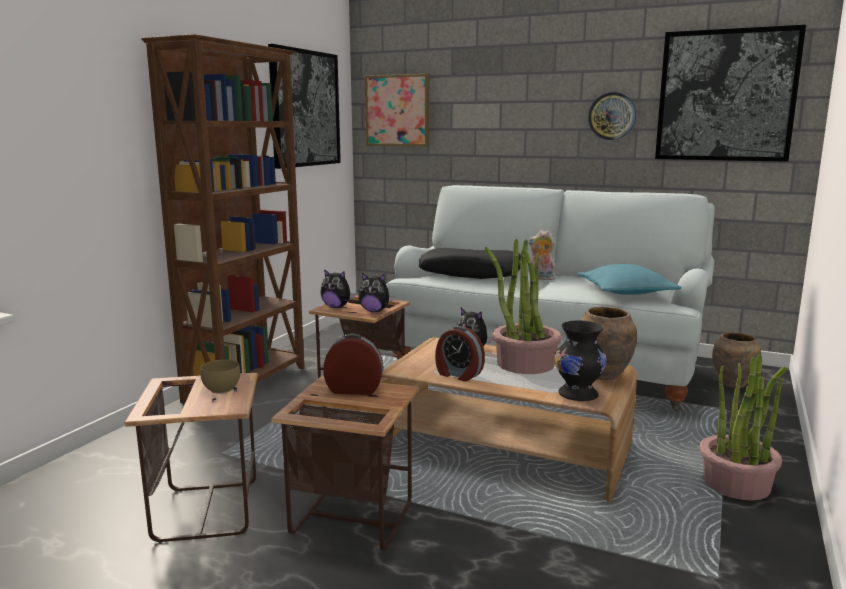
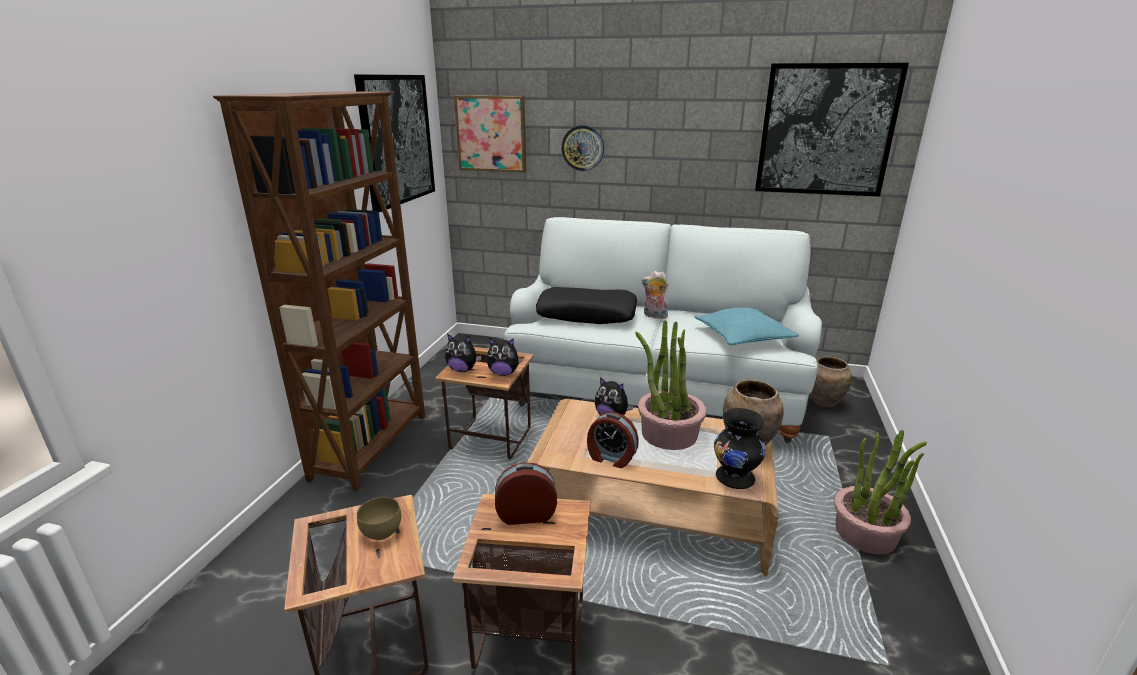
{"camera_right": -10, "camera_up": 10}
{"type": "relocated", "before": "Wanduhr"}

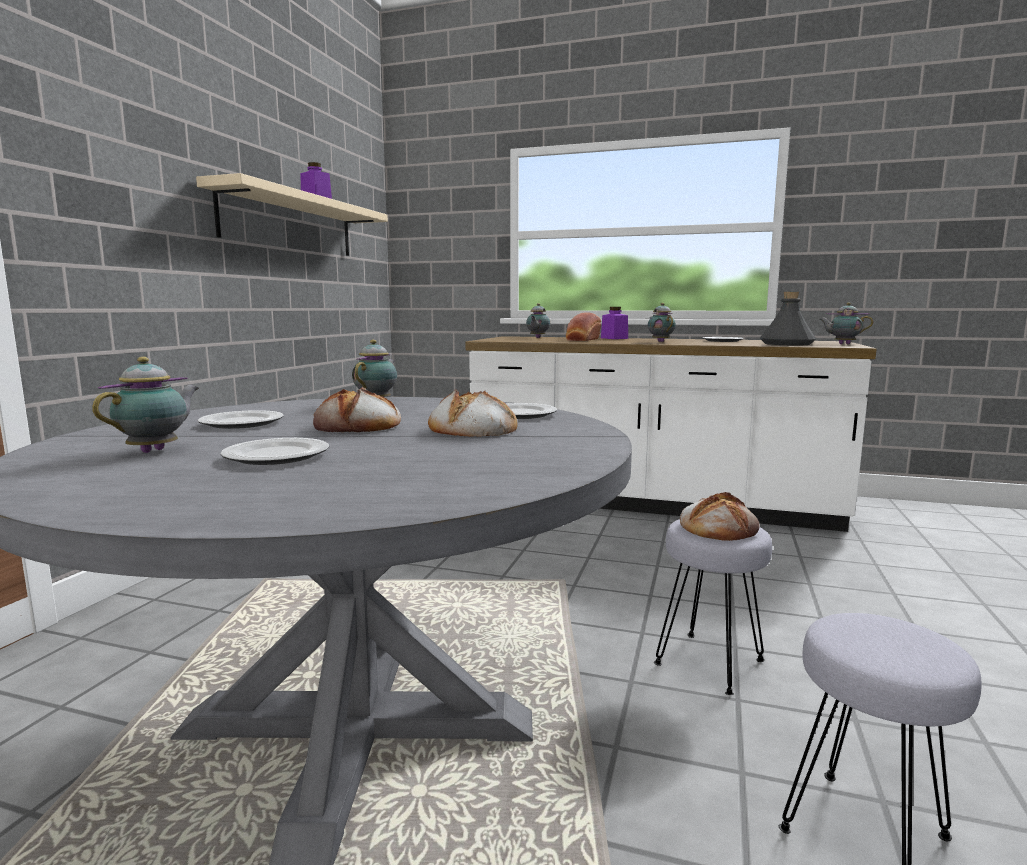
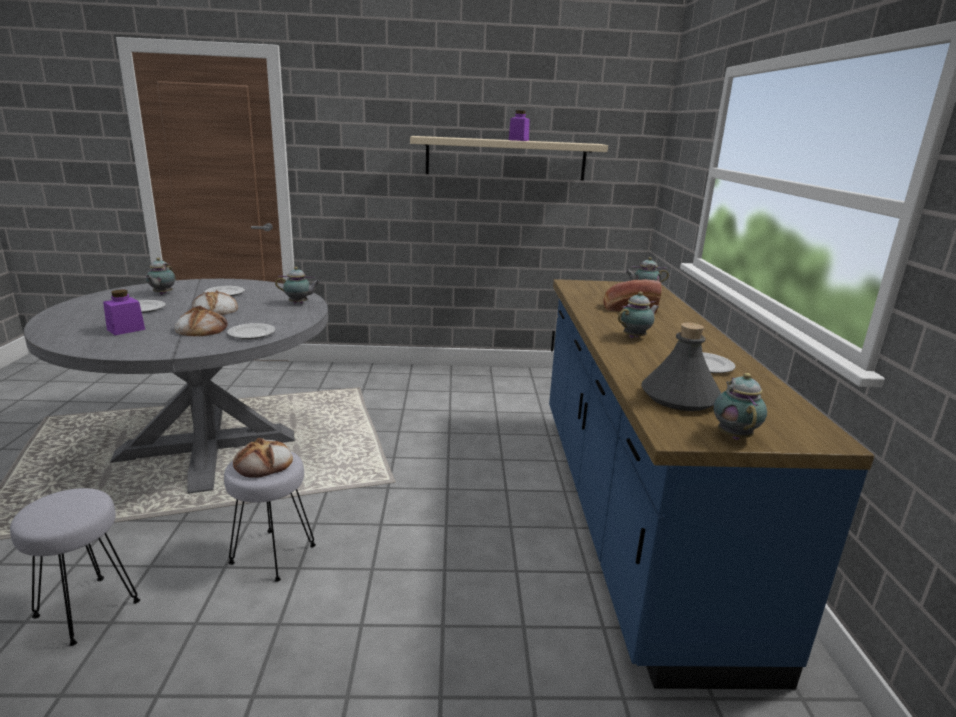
{"camera_right": 70, "camera_up": 10}
{"type": "relocated", "before": "Vorratsglas (lila) (no. 2 from left in the first image)", "after": "Vorratsglas (lila) (no. 1 from left)"}
{"type": "colour", "before": "Küchenzeile (weiß)", "after": "Küchenzeile (blau)"}
{"type": "spun", "before": "Teekanne (no. 1 from left)", "turn": 90}

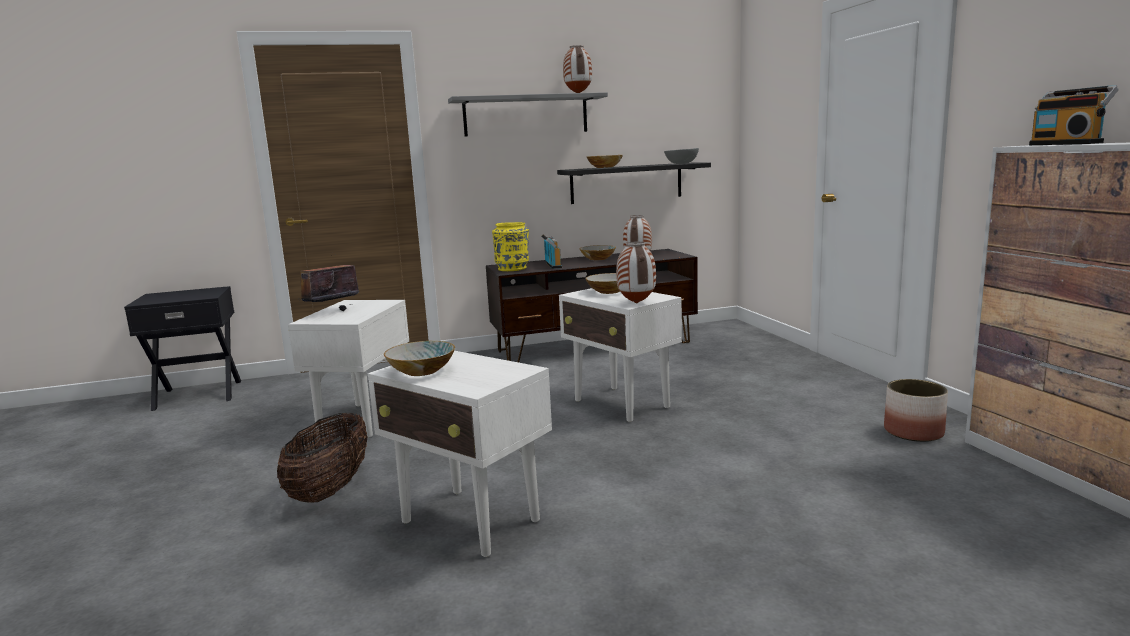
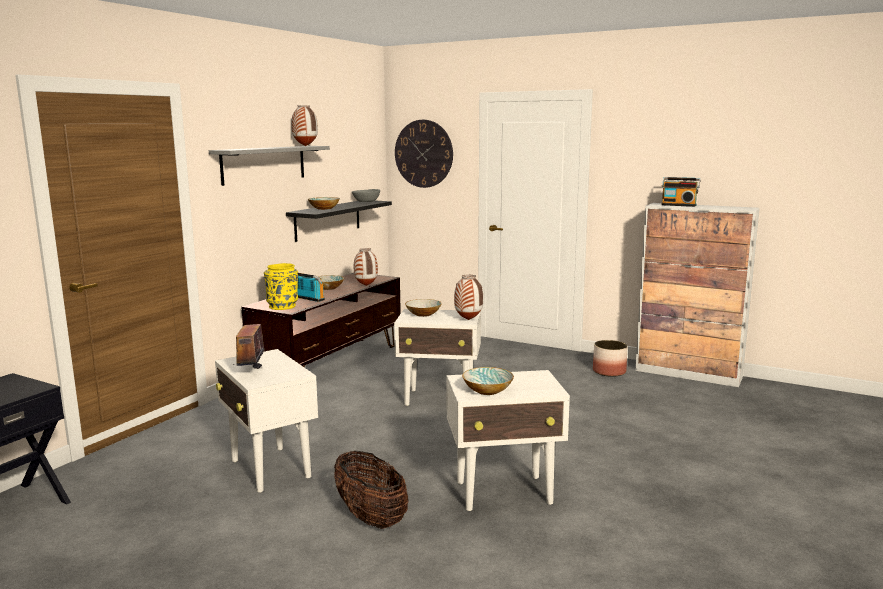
{"camera_right": -45, "camera_up": 0}
{"type": "appeared", "after": "Wanduhr"}

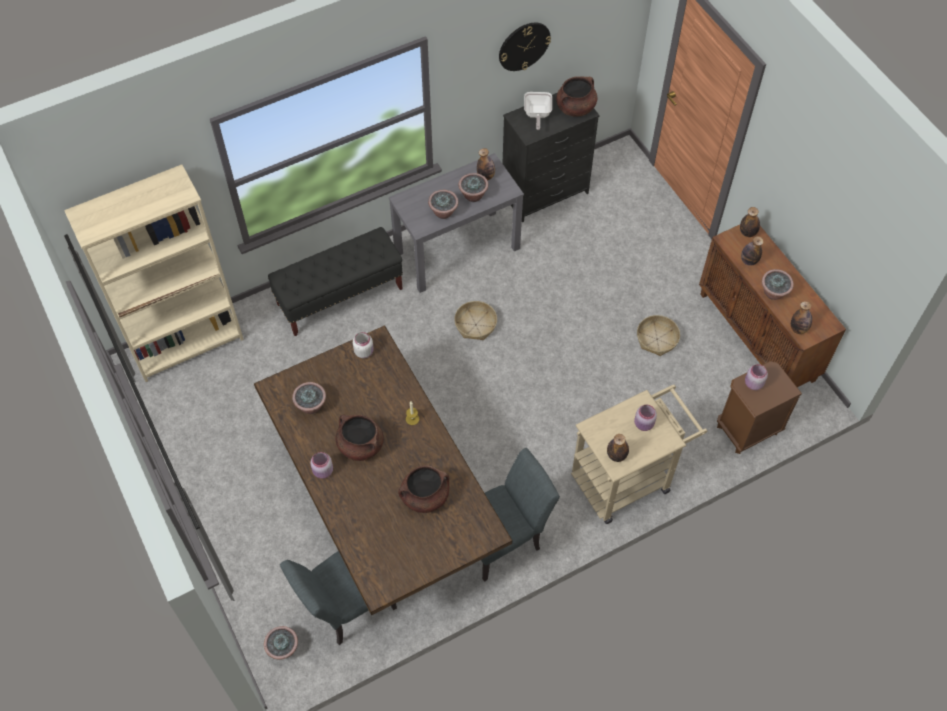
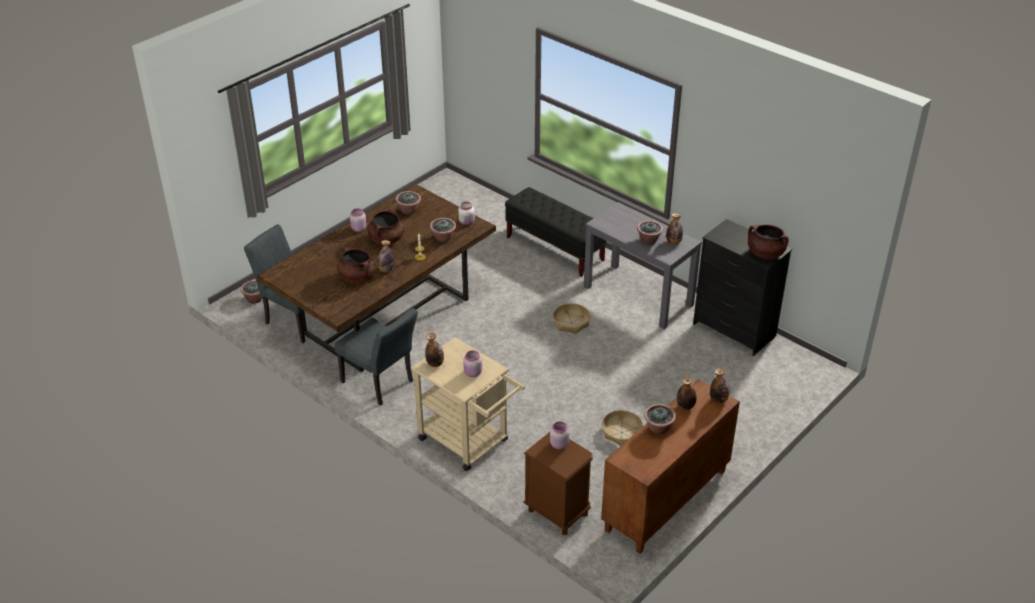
{"camera_right": 70, "camera_up": -20}
{"type": "missing", "before": "Bücherregal (beige)"}
{"type": "missing", "before": "Wanduhr"}
{"type": "missing", "before": "Pfanne"}
{"type": "relocated", "before": "Topfpflanze (no. 3 from left)"}
{"type": "relocated", "before": "Flasche (no. 5 from left in the first image)", "after": "Flasche (no. 1 from left)"}

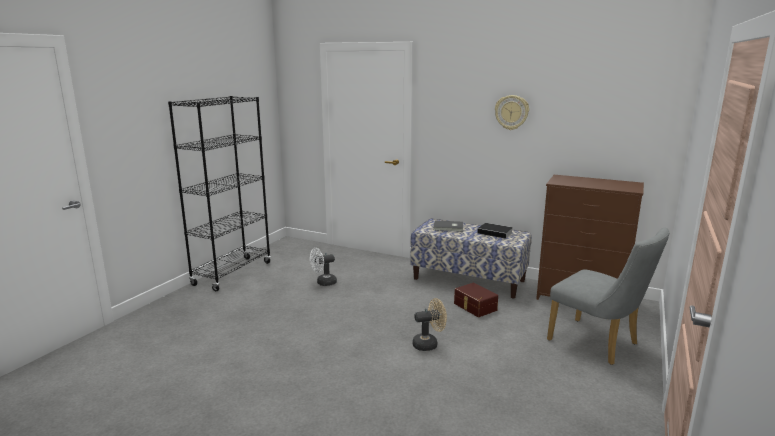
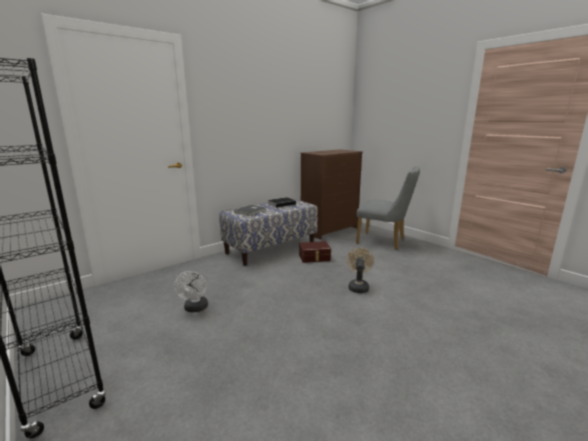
{"camera_right": -65, "camera_up": 0}
{"type": "missing", "before": "Wanduhr"}
{"type": "spun", "before": "Stuhl (grau)", "turn": 45}

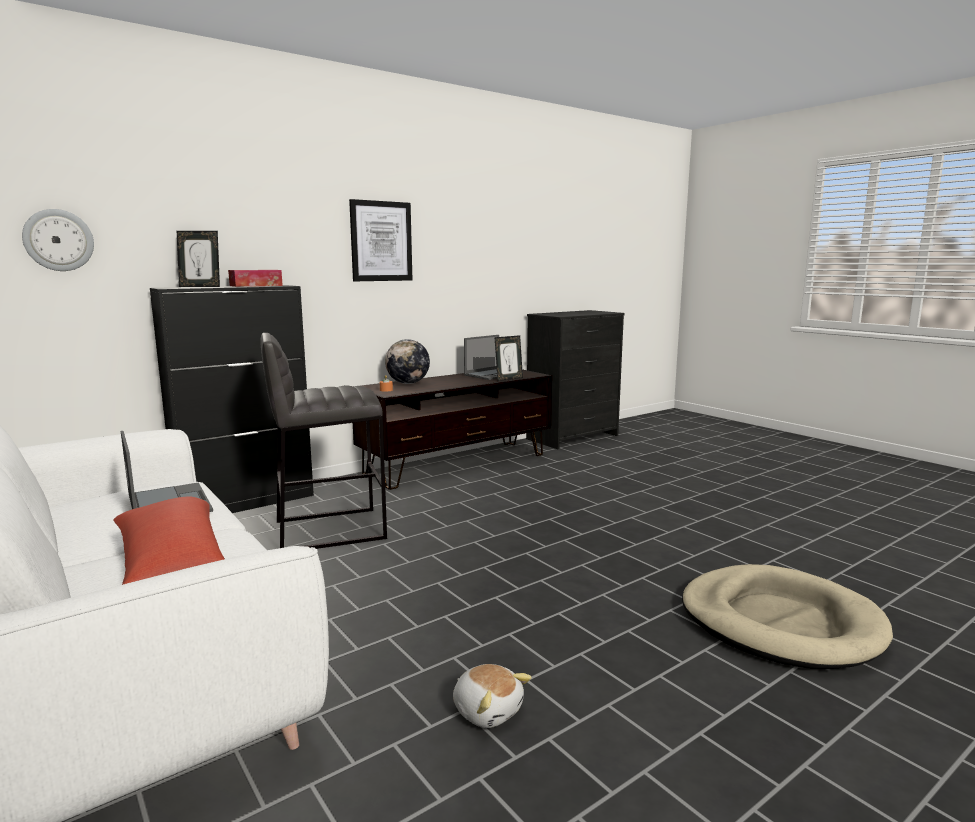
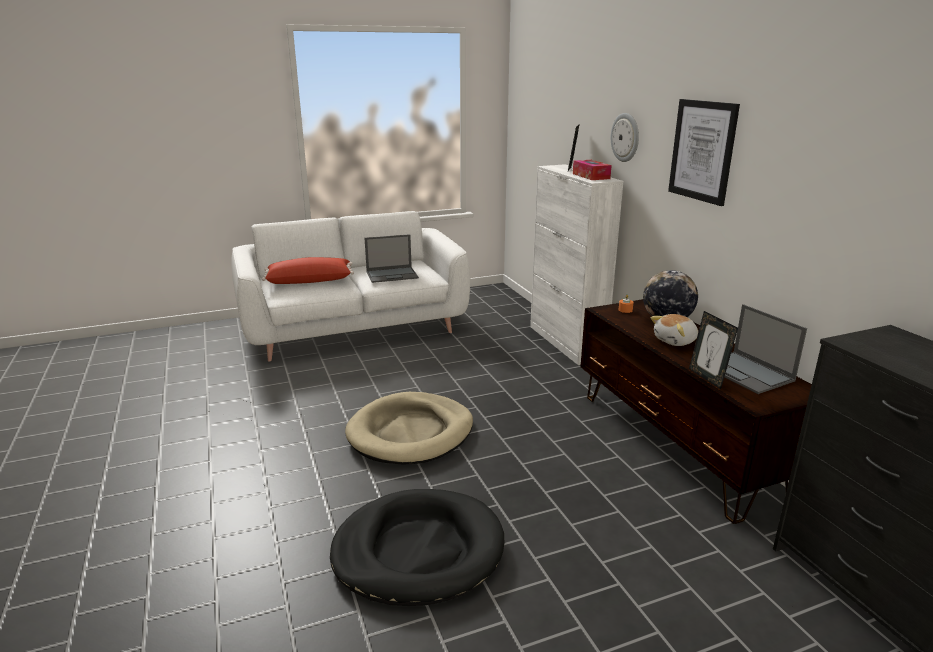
{"camera_right": 105, "camera_up": 10}
{"type": "missing", "before": "Hocker (grau)"}
{"type": "appeared", "after": "Hundebett (schwarz)"}
{"type": "relocated", "before": "Wanduhr"}
{"type": "relocated", "before": "Plüschtier"}
{"type": "relocated", "before": "Hundebett (beige)"}
{"type": "colour", "before": "Schrank (schwarz)", "after": "Schrank (weiß)"}

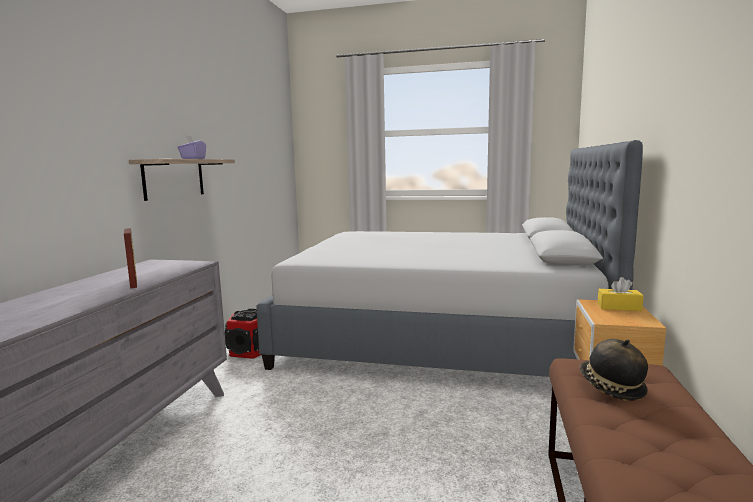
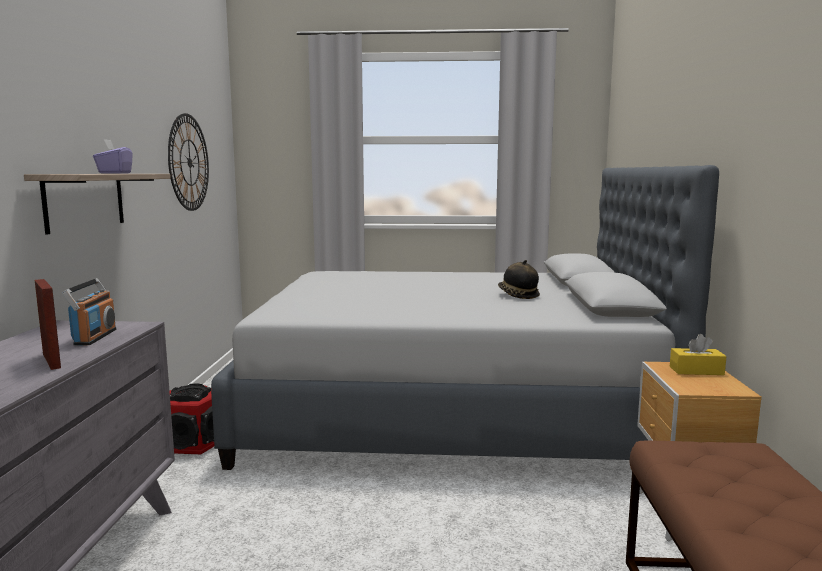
{"camera_right": -10, "camera_up": 0}
{"type": "appeared", "after": "Radio"}
{"type": "appeared", "after": "Wanduhr"}
{"type": "relocated", "before": "Hut"}

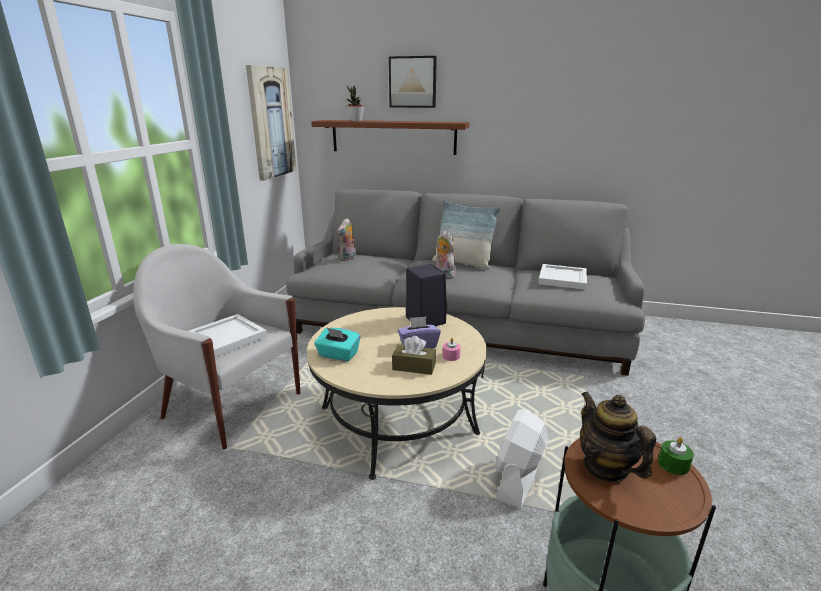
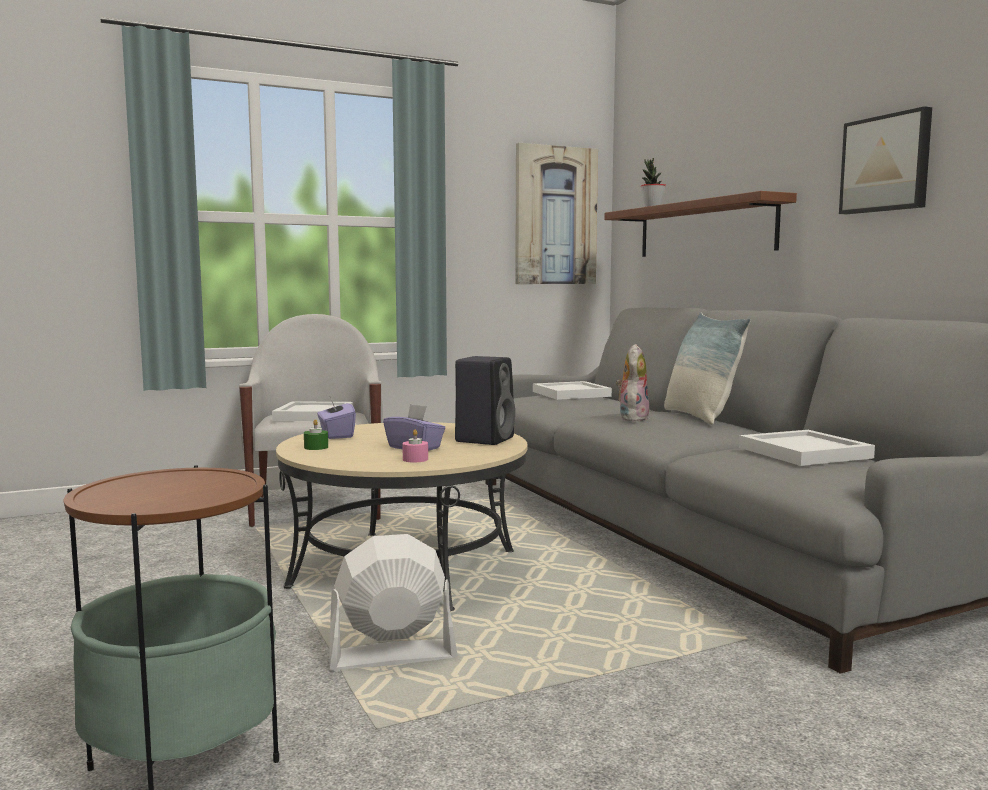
{"camera_right": 50, "camera_up": -15}
{"type": "missing", "before": "Taschentuchbox (braun)"}
{"type": "missing", "before": "Teekanne"}
{"type": "relocated", "before": "Bild (no. 2 from left)"}
{"type": "relocated", "before": "Kerze (grün)"}
{"type": "exchanged", "before": "Plüschtier (no. 1 from left)", "after": "Tablett (weiß) (no. 2 from left)"}
{"type": "colour", "before": "Taschentuchbox (türkis)", "after": "Taschentuchbox (lila) (no. 1 from left)"}

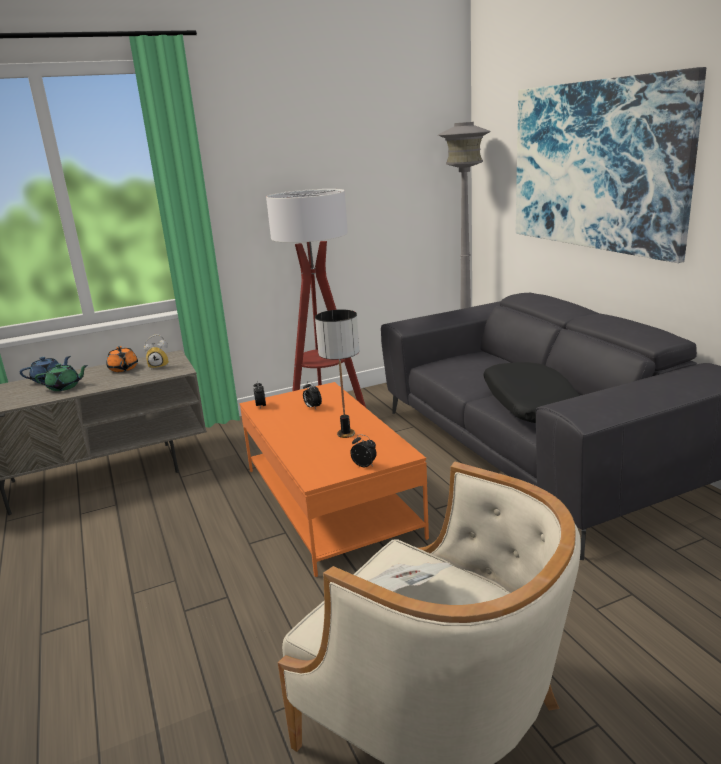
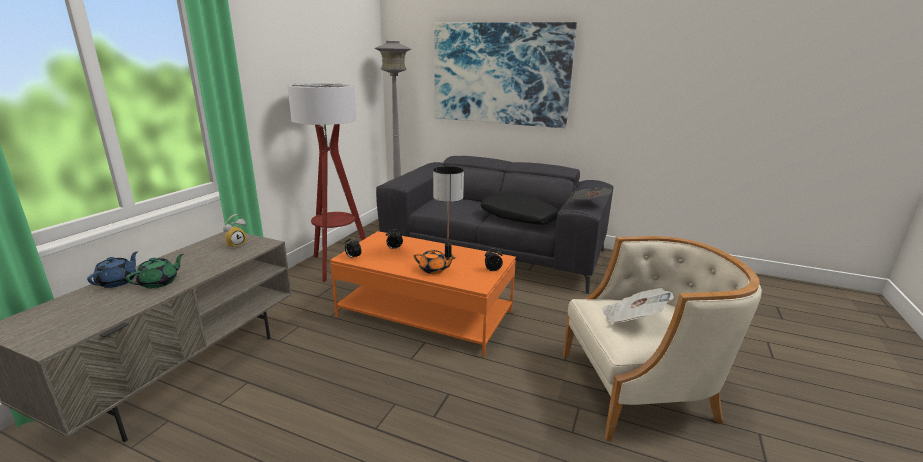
{"camera_right": -45, "camera_up": 0}
{"type": "appeared", "after": "Zeitung (no. 1 from left)"}
{"type": "relocated", "before": "Teekanne (orange)"}

